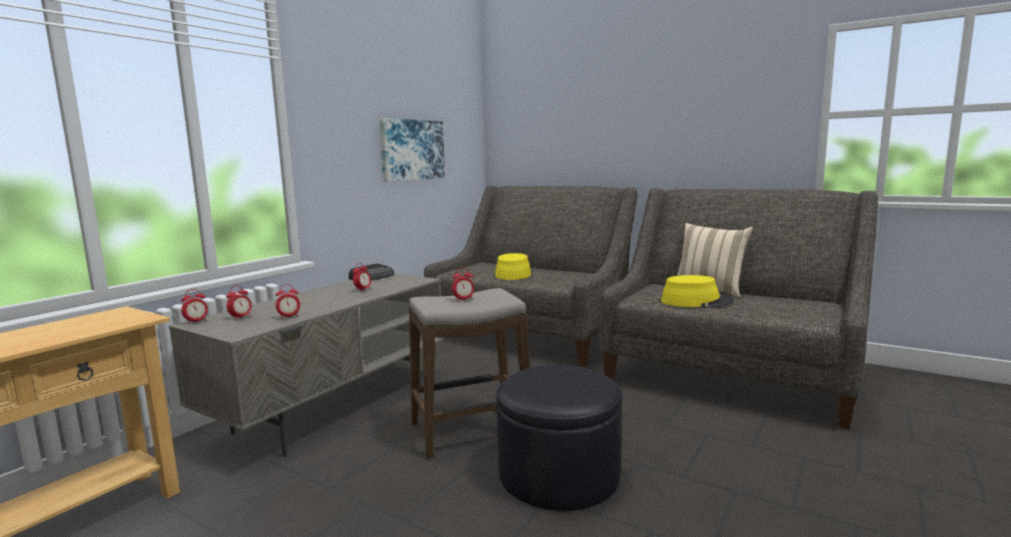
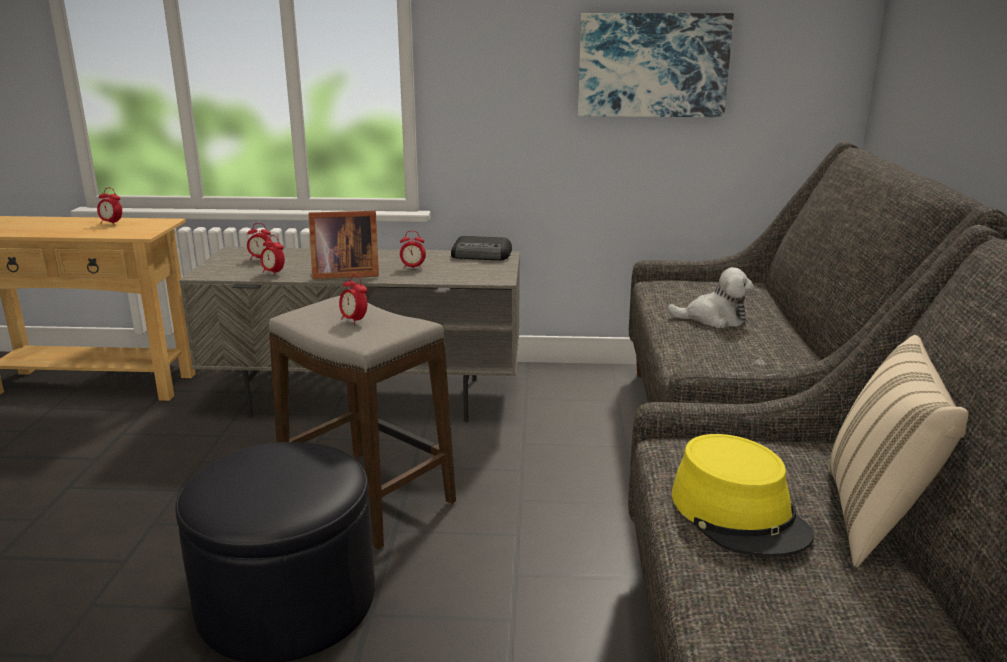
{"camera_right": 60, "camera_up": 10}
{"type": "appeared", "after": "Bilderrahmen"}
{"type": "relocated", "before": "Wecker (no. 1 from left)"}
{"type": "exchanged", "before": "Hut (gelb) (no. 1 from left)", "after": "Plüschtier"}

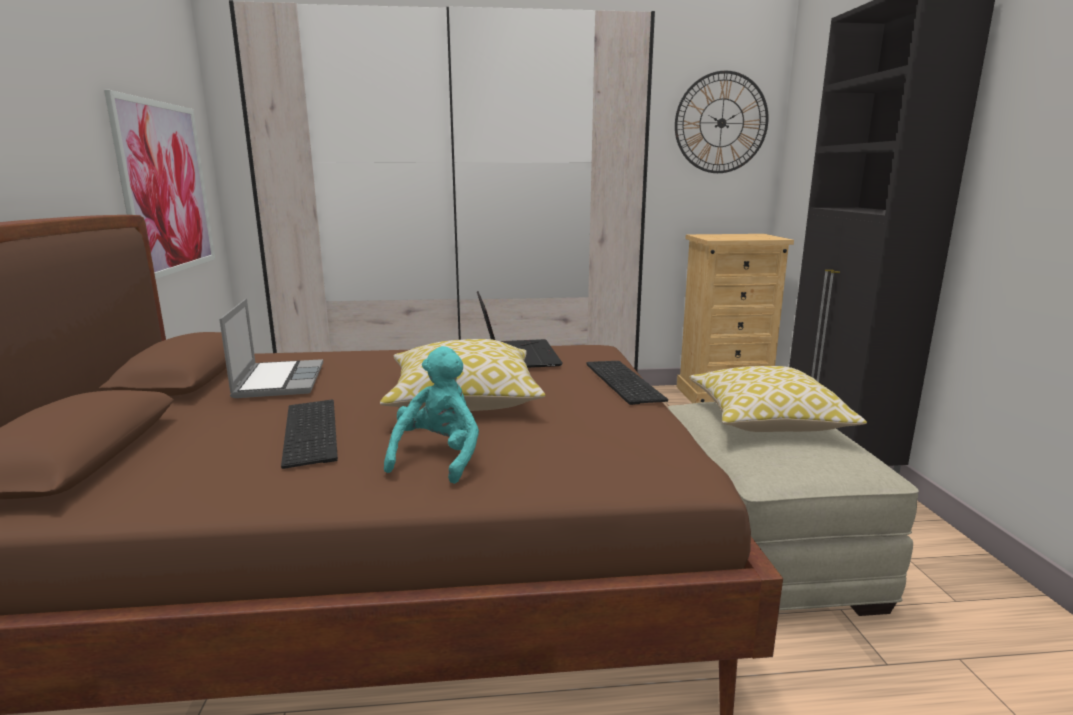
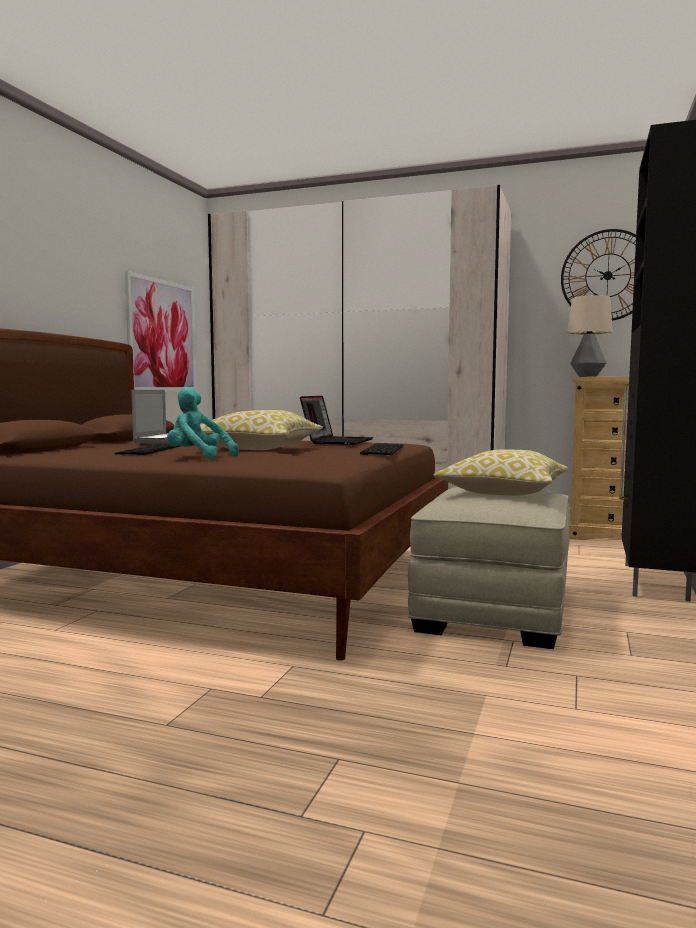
{"camera_right": 25, "camera_up": -10}
{"type": "appeared", "after": "Tischlampe"}
{"type": "spun", "before": "Plüschtier (türkis)", "turn": -105}

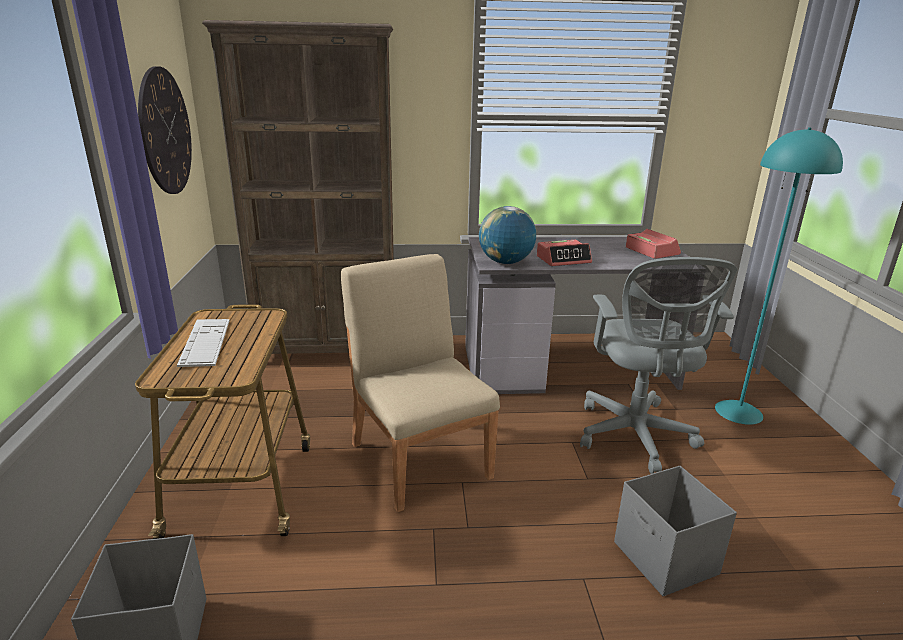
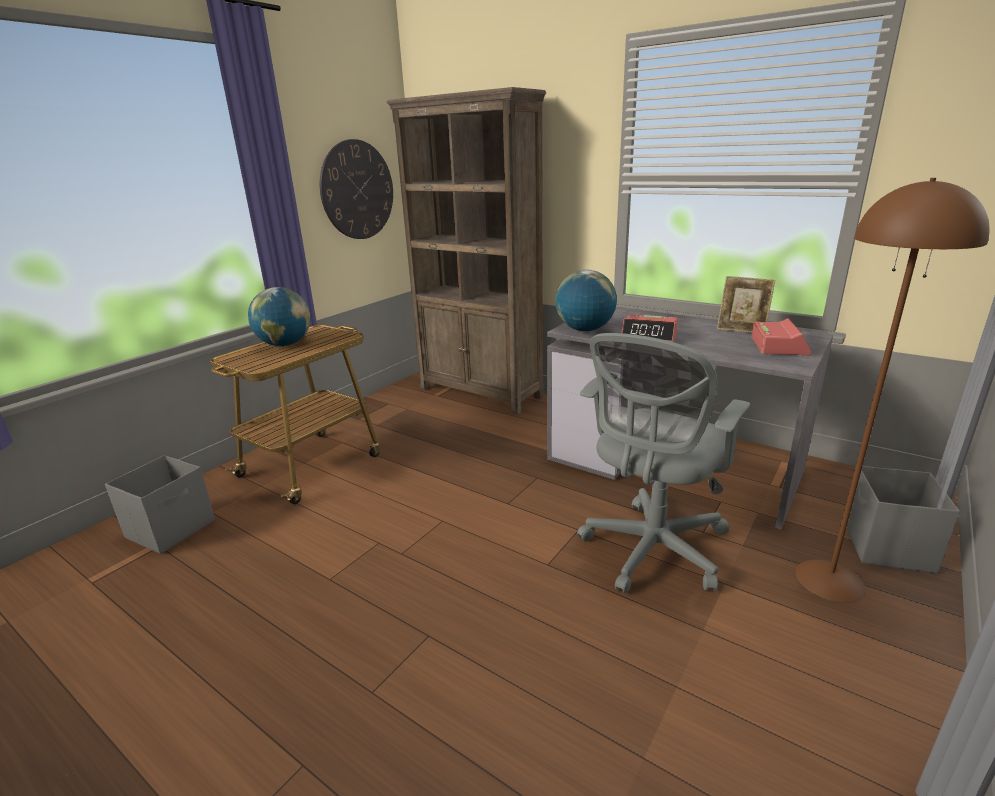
{"camera_right": 40, "camera_up": 0}
{"type": "missing", "before": "Stuhl (beige)"}
{"type": "appeared", "after": "Bilderrahmen"}
{"type": "relocated", "before": "Aufbewahrungsbox (grau) (no. 2 from left)"}
{"type": "exchanged", "before": "Tastatur", "after": "Globus (no. 1 from left)"}
{"type": "colour", "before": "Stehlampe (türkis)", "after": "Stehlampe (braun)"}

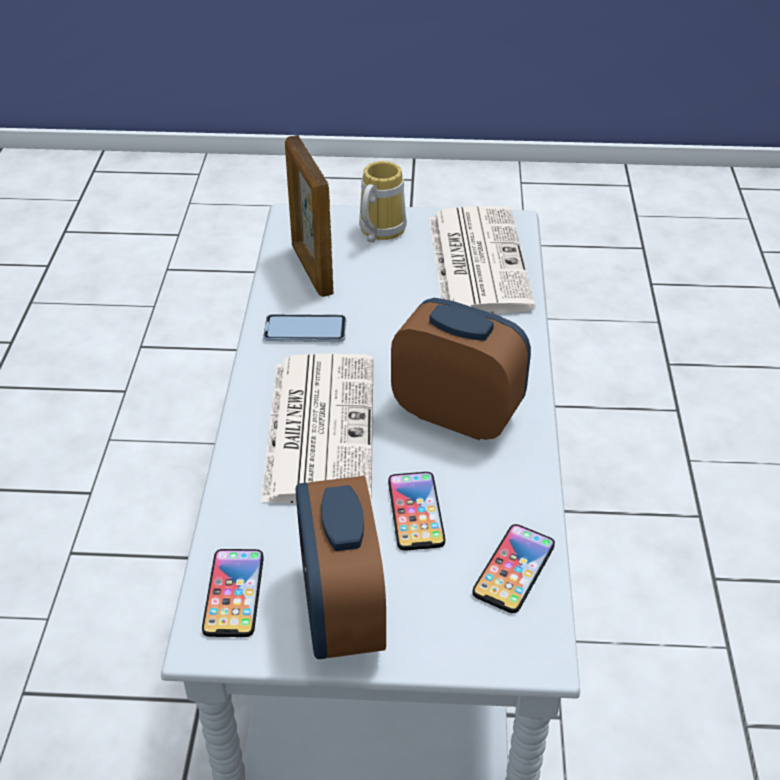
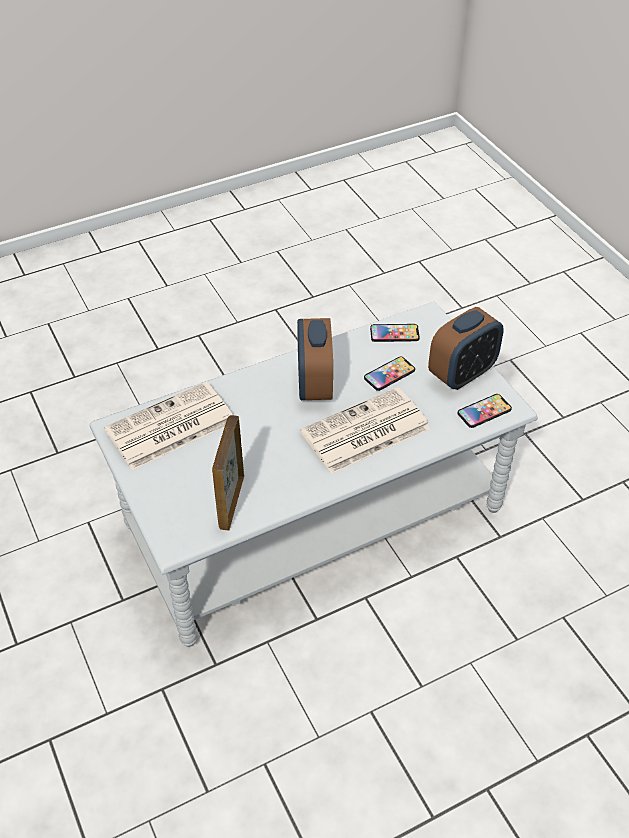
{"camera_right": -120, "camera_up": 5}
{"type": "missing", "before": "Handy (no. 2 from left)"}
{"type": "missing", "before": "Henkelbecher"}
{"type": "spun", "before": "Bilderrahmen", "turn": 150}

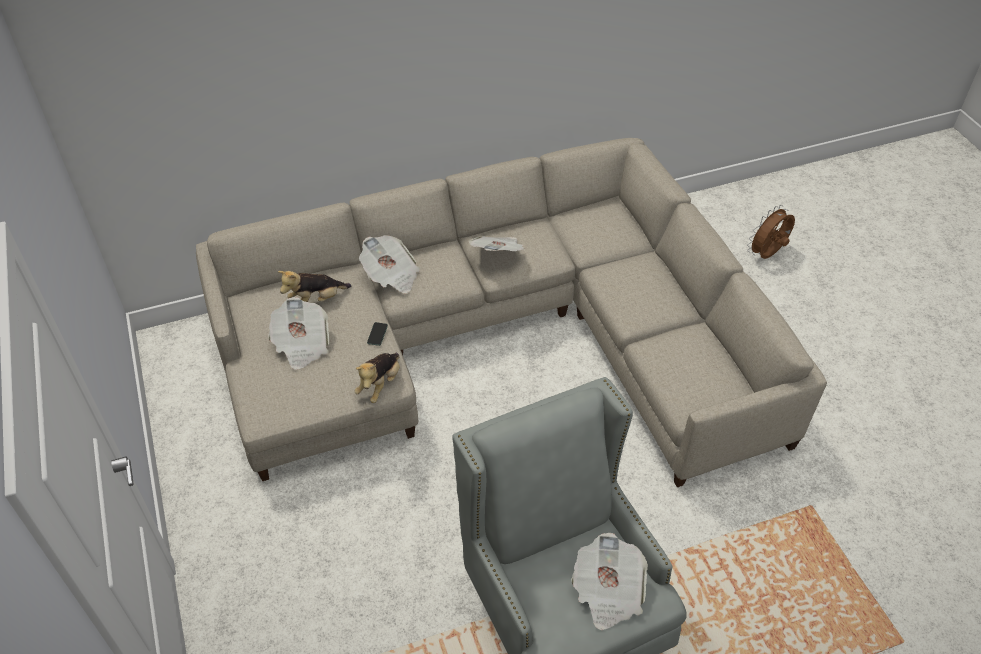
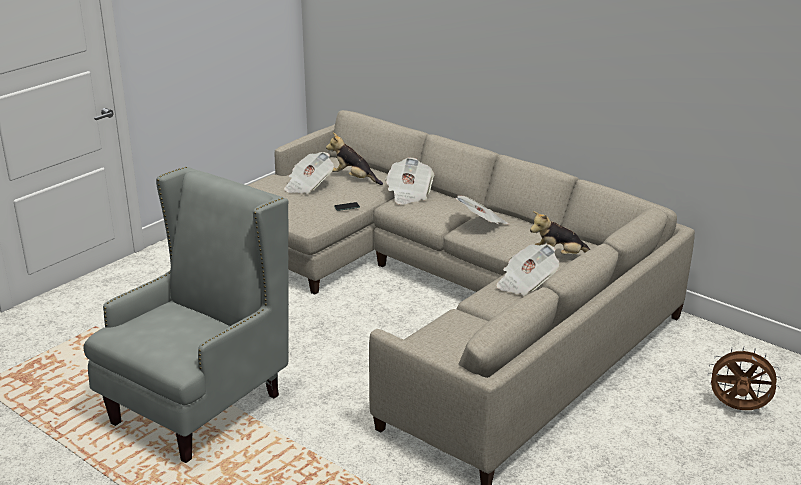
{"camera_right": 60, "camera_up": -20}
{"type": "relocated", "before": "Plüschtier (no. 2 from left)"}
{"type": "relocated", "before": "Zeitung (no. 4 from left)"}

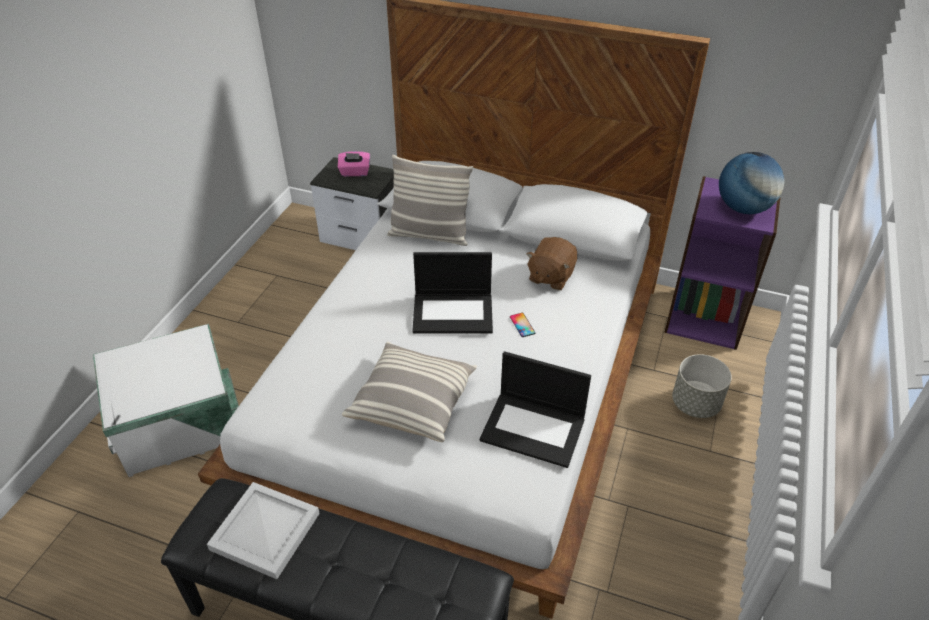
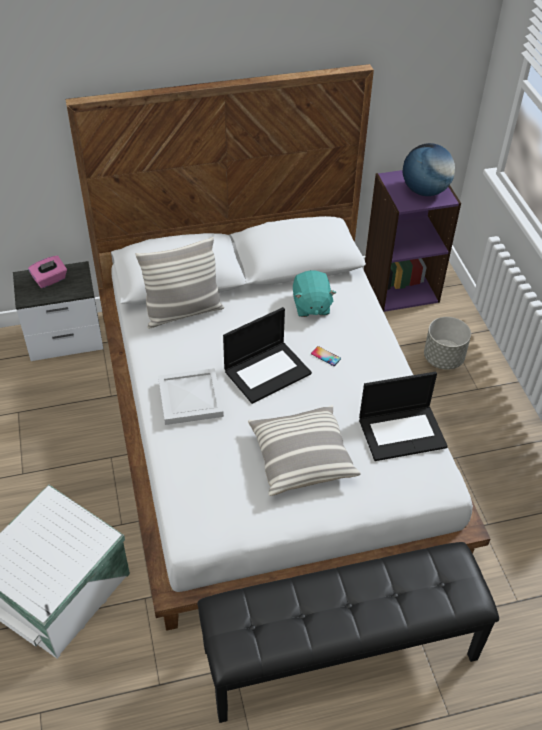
{"camera_right": -35, "camera_up": 5}
{"type": "relocated", "before": "Tablett (weiß)"}
{"type": "colour", "before": "Plüschtier (braun)", "after": "Plüschtier (türkis)"}

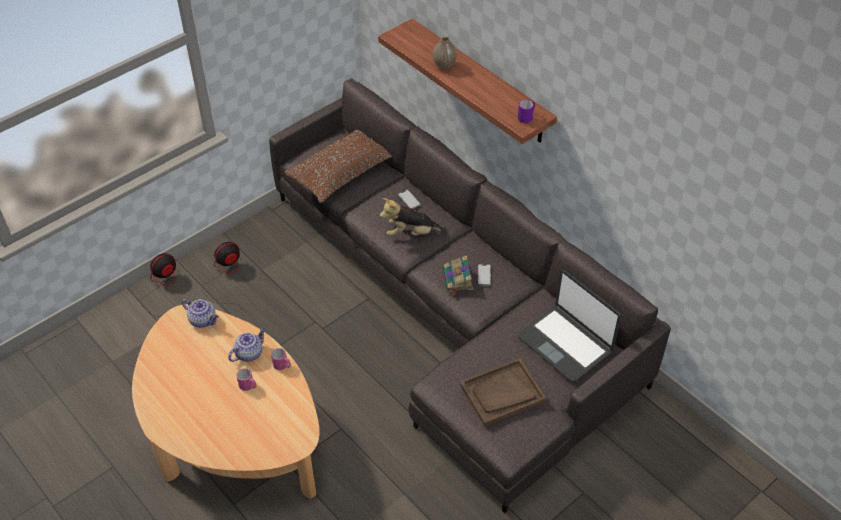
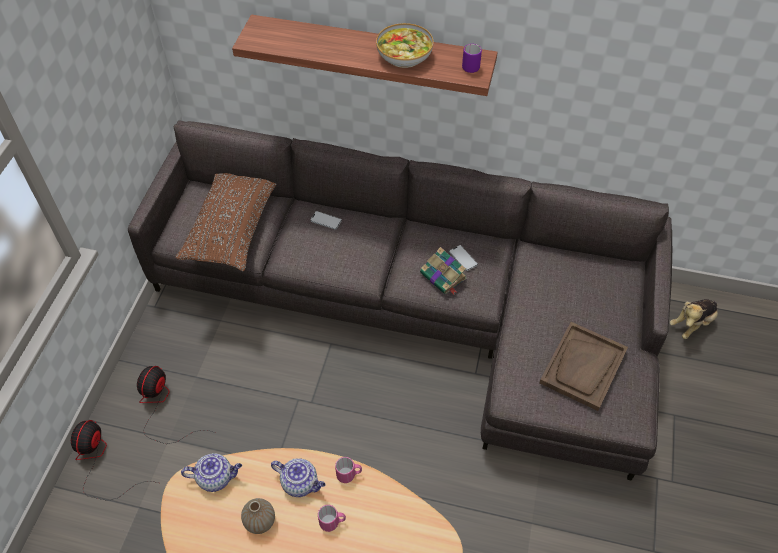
{"camera_right": -35, "camera_up": 5}
{"type": "missing", "before": "Laptop"}
{"type": "appeared", "after": "Schüssel"}
{"type": "relocated", "before": "Plüschtier"}
{"type": "relocated", "before": "Vase"}
{"type": "spun", "before": "Teekanne (no. 2 from left)", "turn": 105}

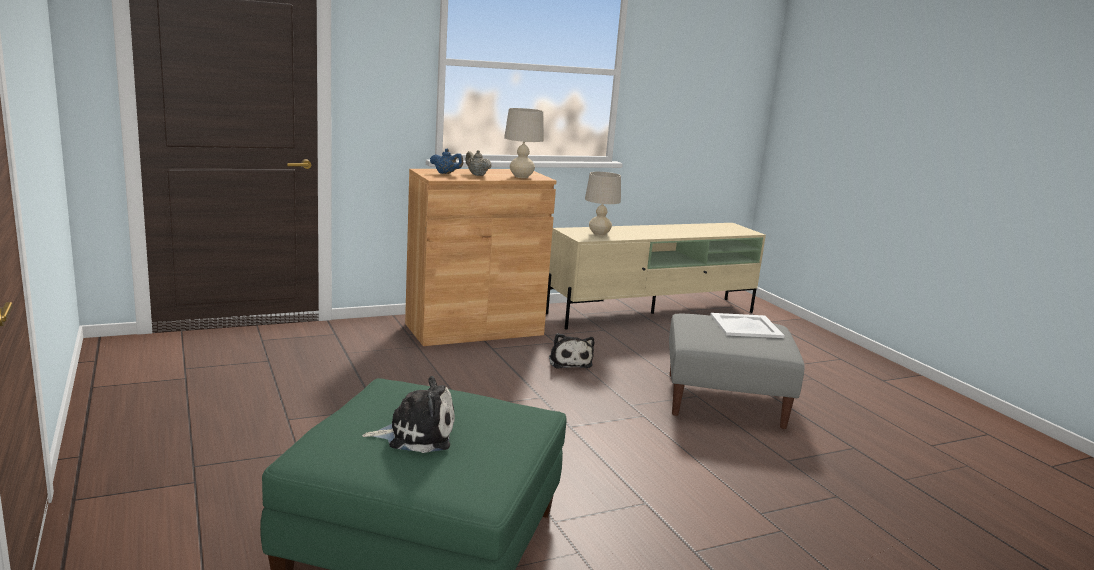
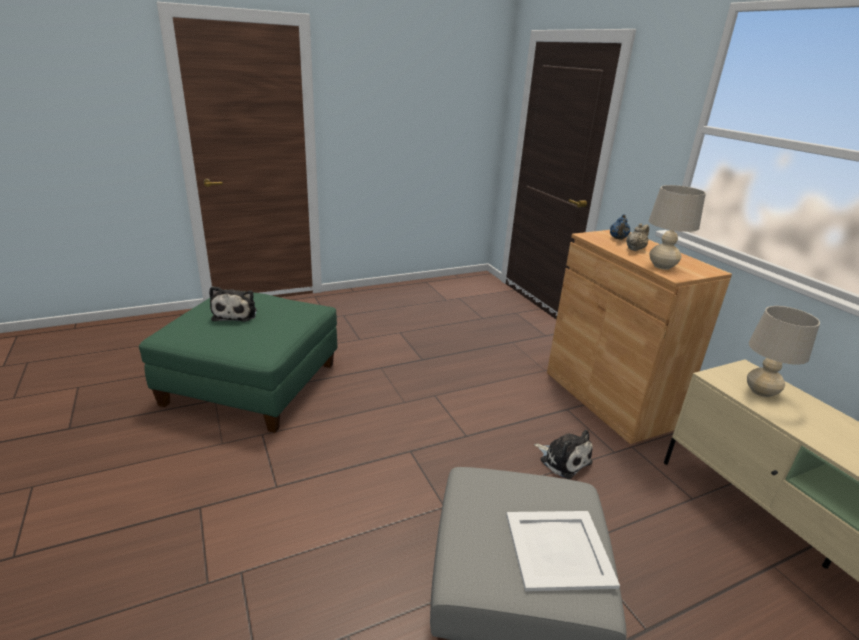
{"camera_right": 90, "camera_up": 10}
{"type": "spun", "before": "Plüschtier (no. 2 from left)", "turn": -120}

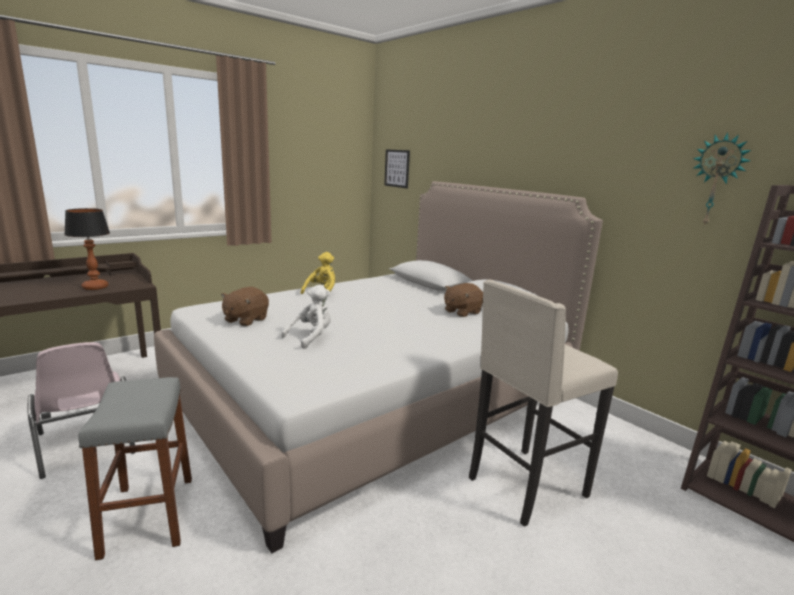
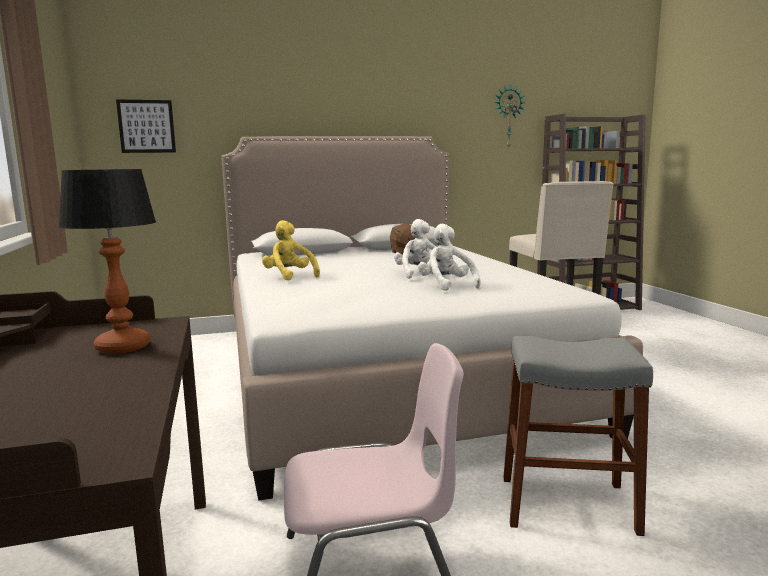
{"camera_right": -65, "camera_up": -5}
{"type": "missing", "before": "Plüschtier (braun) (no. 1 from left)"}
{"type": "appeared", "after": "Plüschtier (weiß) (no. 1 from left)"}

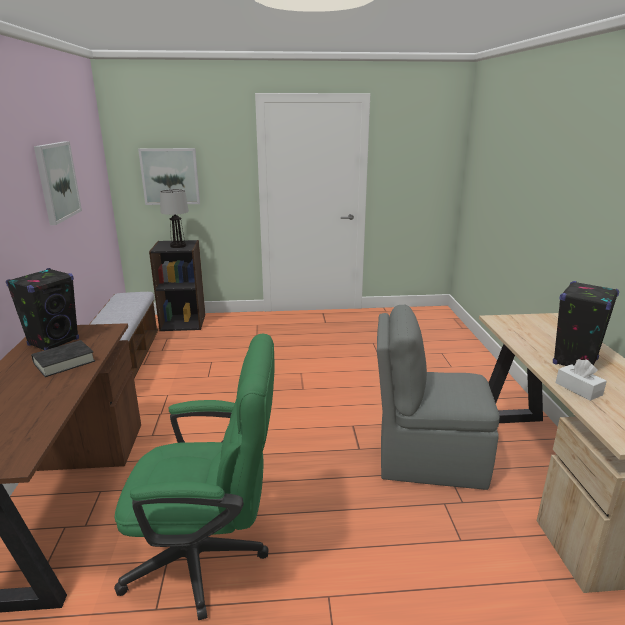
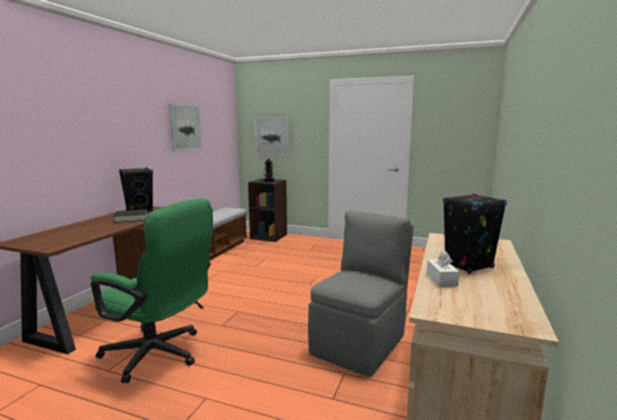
{"camera_right": 25, "camera_up": -10}
{"type": "spun", "before": "Stuhl (grau)", "turn": 90}

